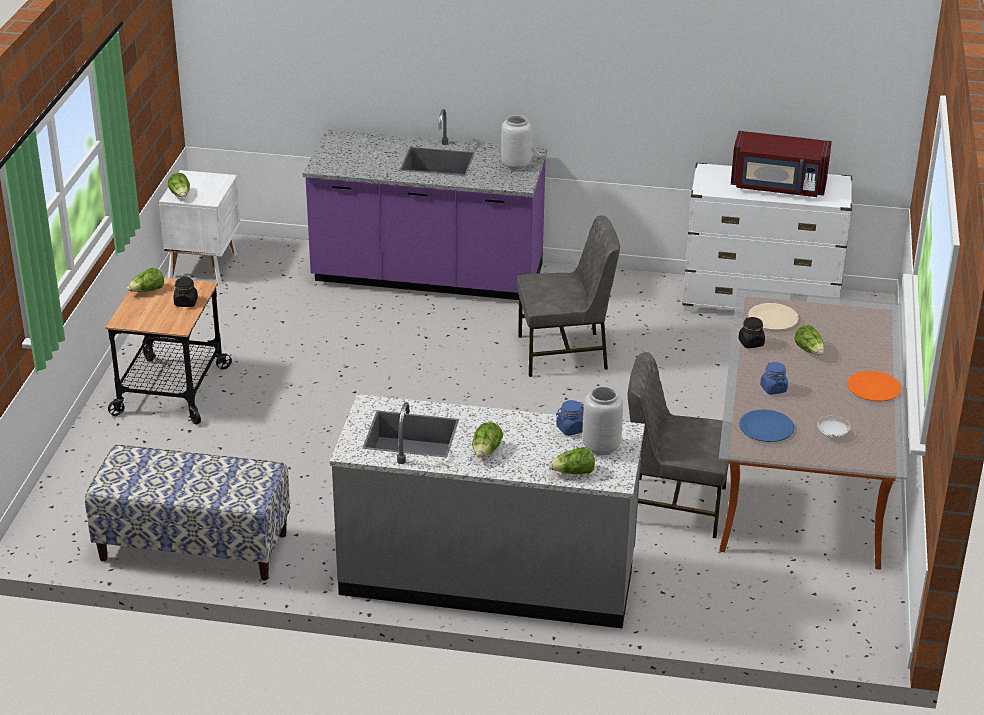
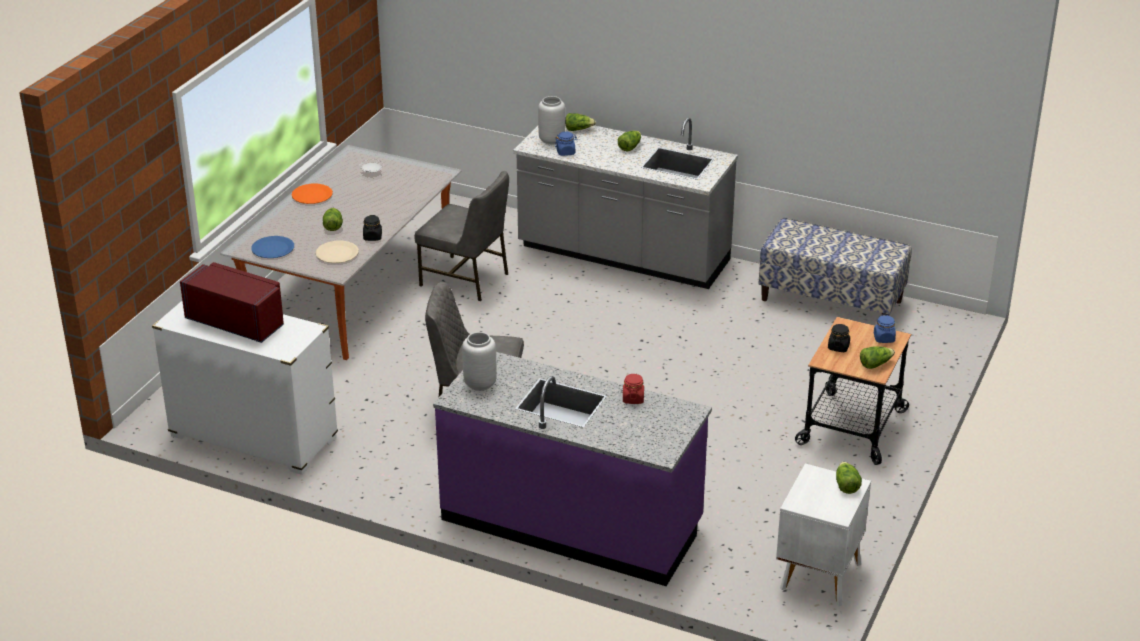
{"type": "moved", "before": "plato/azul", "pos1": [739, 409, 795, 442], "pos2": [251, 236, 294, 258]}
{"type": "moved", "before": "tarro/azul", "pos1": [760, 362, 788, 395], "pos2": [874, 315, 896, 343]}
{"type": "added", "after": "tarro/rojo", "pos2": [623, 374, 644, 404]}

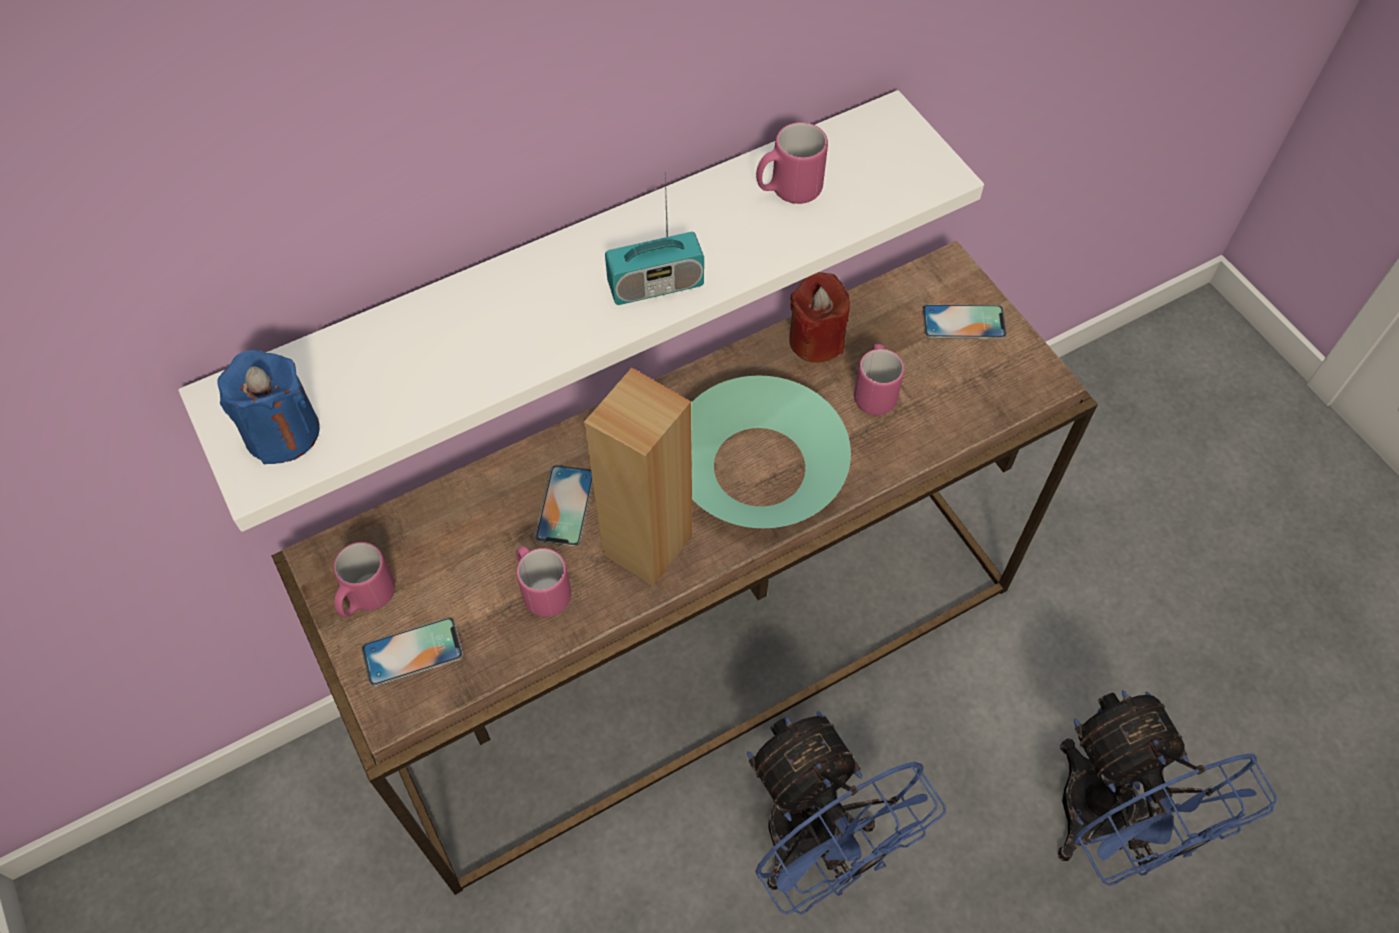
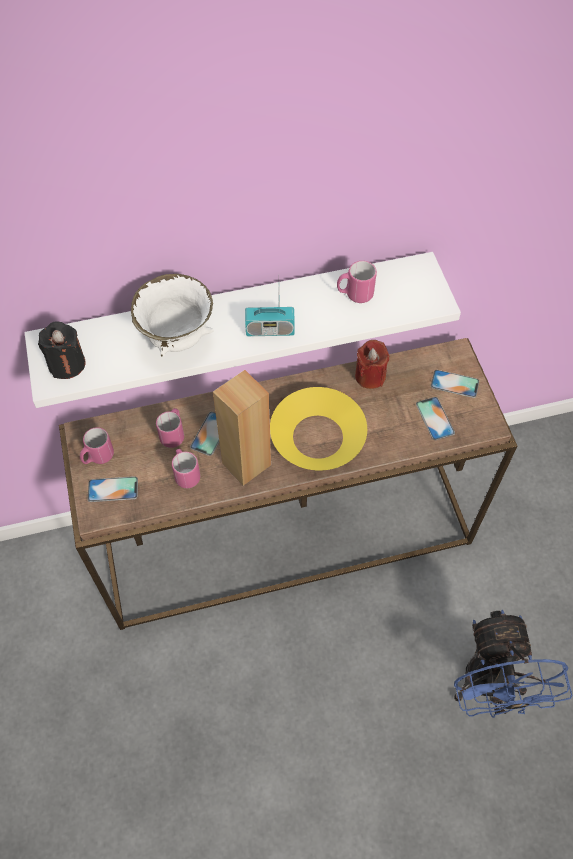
{"type": "recoloured", "before": "vela/azul", "after": "vela/negro", "pos1": [217, 350, 320, 465], "pos2": [38, 322, 86, 379]}
{"type": "recoloured", "before": "cuenco/turquesa", "after": "cuenco/amarillo", "pos1": [691, 376, 851, 528], "pos2": [270, 387, 367, 471]}
{"type": "removed", "before": "ventilador/azul", "pos1": [747, 711, 946, 915]}
{"type": "moved", "before": "taza grande/rosa", "pos1": [854, 344, 905, 415], "pos2": [156, 408, 184, 448]}
{"type": "added", "after": "cuenco/blanco", "pos2": [131, 274, 214, 357]}
{"type": "added", "after": "móvil", "pos2": [416, 397, 455, 440]}

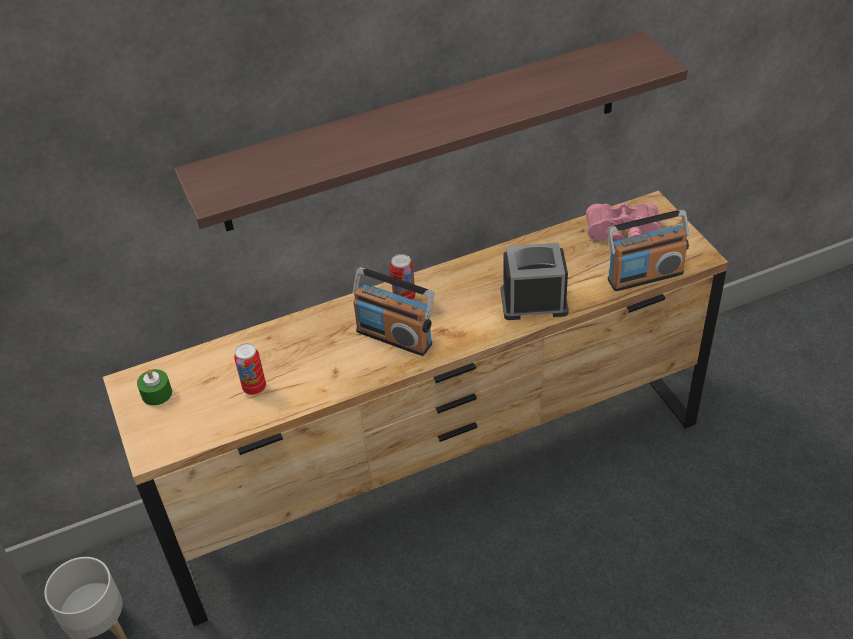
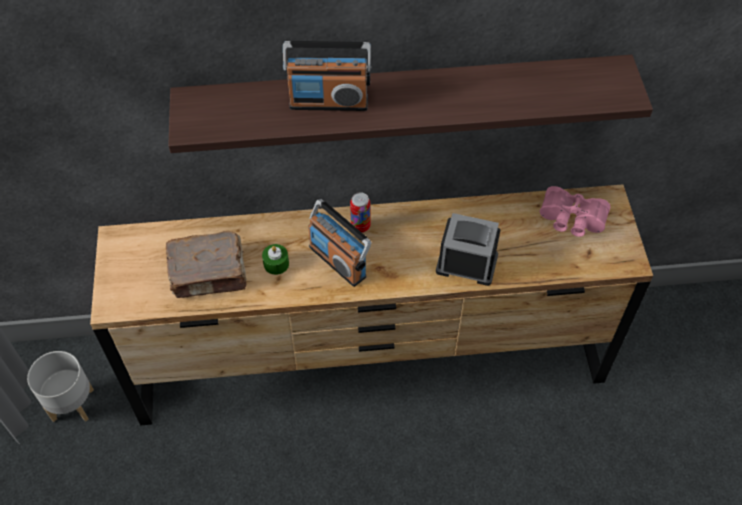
{"type": "moved", "before": "vela/verde", "pos1": [137, 369, 172, 406], "pos2": [262, 244, 289, 275]}
{"type": "replaced", "before": "lata", "after": "libro/marrón", "pos1": [234, 343, 266, 395], "pos2": [166, 231, 247, 298]}
{"type": "moved", "before": "radio", "pos1": [607, 209, 689, 291], "pos2": [283, 41, 371, 111]}

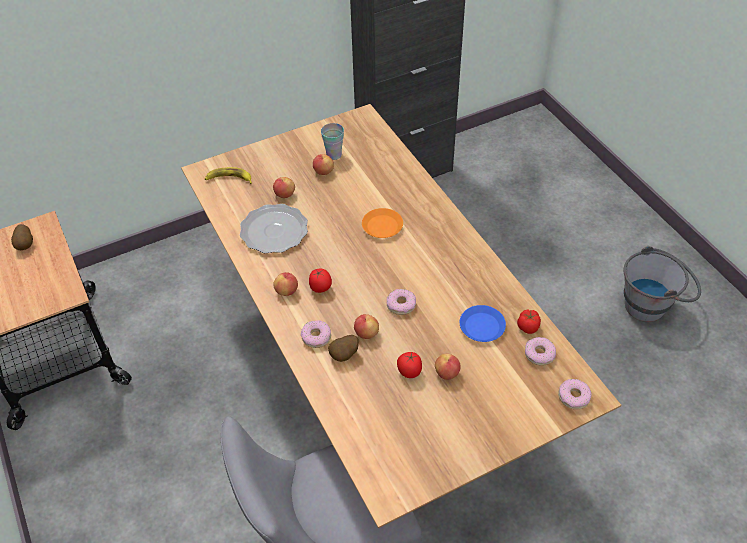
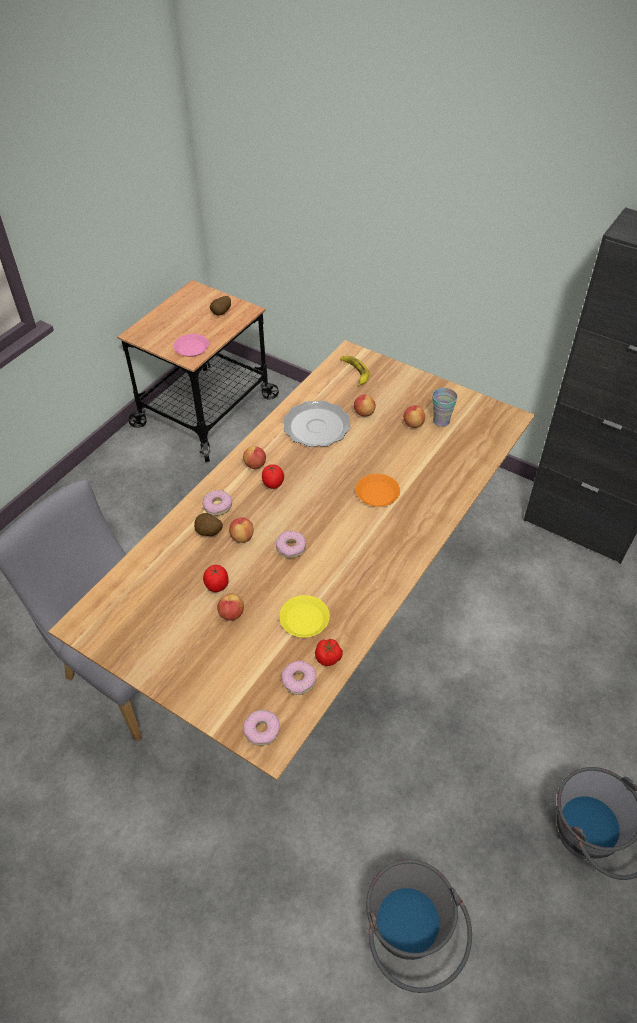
{"type": "recoloured", "before": "plato/azul", "after": "plato/amarillo", "pos1": [460, 305, 506, 342], "pos2": [279, 595, 330, 638]}
{"type": "added", "after": "plato/rosa", "pos2": [174, 334, 209, 357]}
{"type": "added", "after": "cubo/gris", "pos2": [366, 859, 472, 993]}

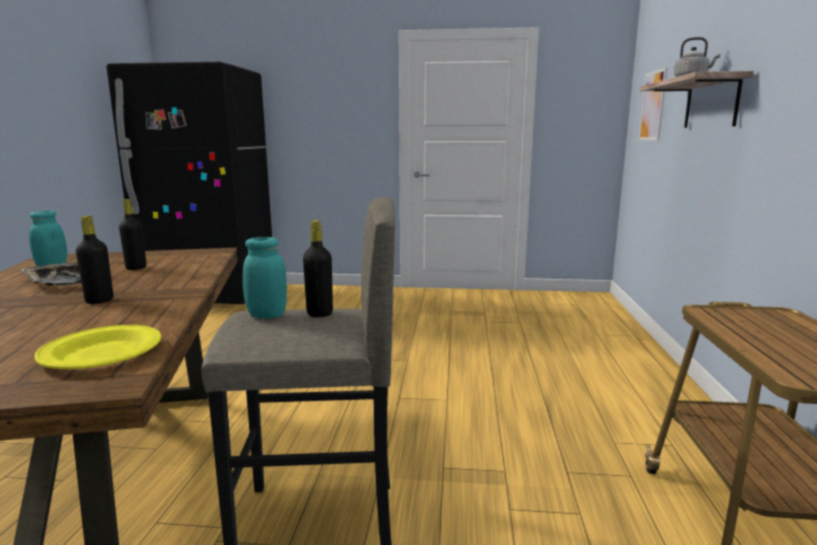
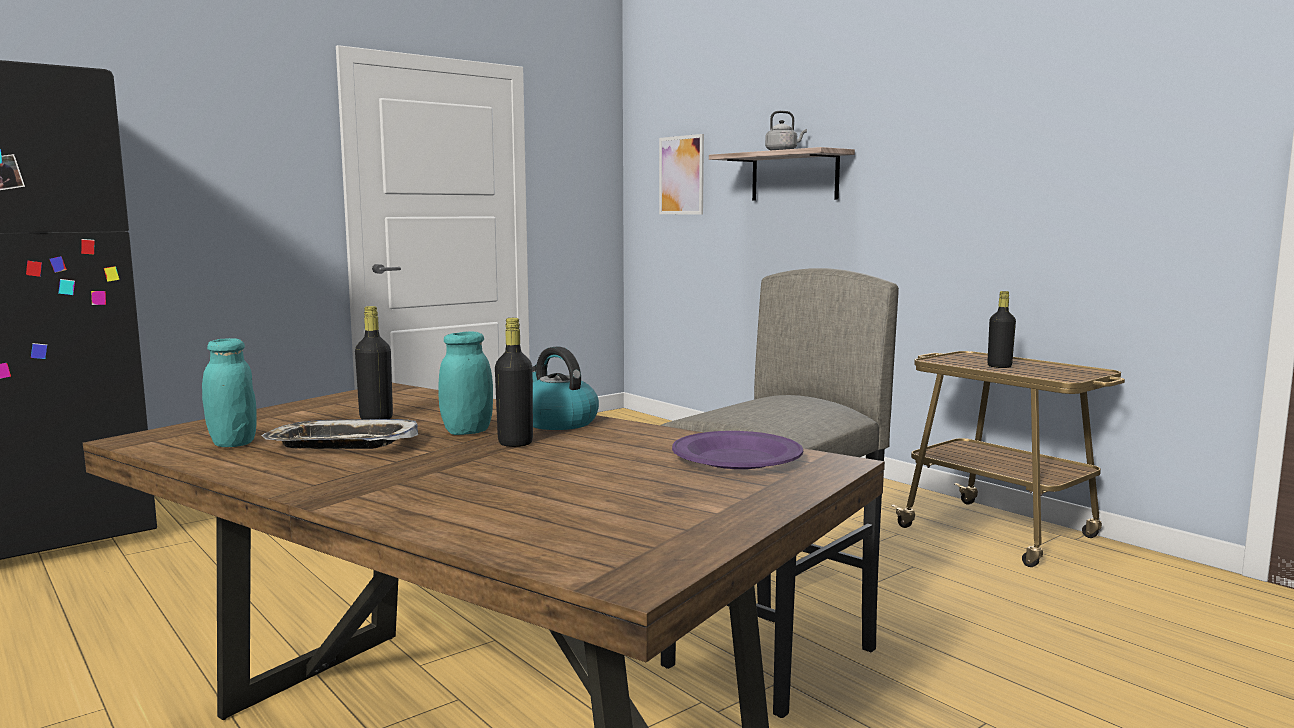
{"type": "recoloured", "before": "plato/amarillo", "after": "plato/morado", "pos1": [34, 325, 161, 369], "pos2": [672, 431, 803, 469]}
{"type": "moved", "before": "tarro/turquesa", "pos1": [243, 237, 287, 319], "pos2": [439, 332, 493, 435]}
{"type": "moved", "before": "botella/negro", "pos1": [303, 220, 333, 317], "pos2": [987, 291, 1016, 368]}
{"type": "added", "after": "hervidor", "pos2": [533, 347, 599, 430]}

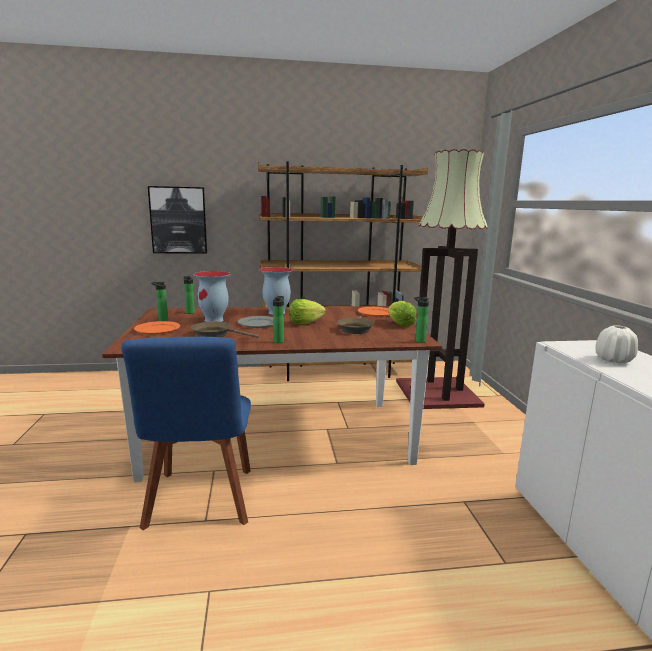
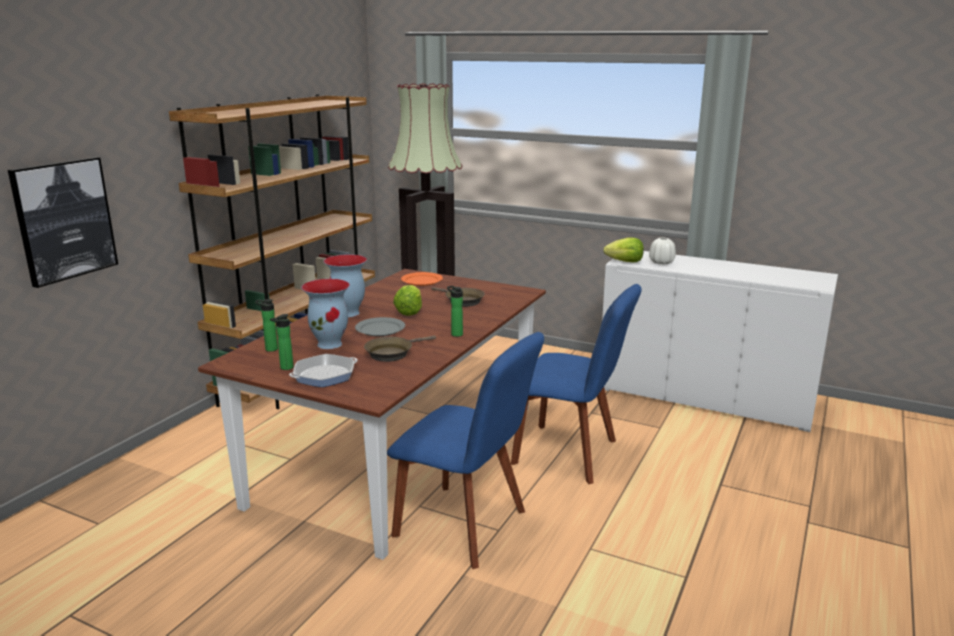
{"type": "replaced", "before": "plato/naranja", "after": "sartén", "pos1": [134, 321, 180, 335], "pos2": [289, 354, 358, 387]}
{"type": "moved", "before": "lechuga", "pos1": [388, 301, 416, 327], "pos2": [603, 237, 644, 262]}
{"type": "removed", "before": "botella", "pos1": [414, 297, 429, 343]}
{"type": "added", "after": "silla/azul", "pos2": [511, 284, 642, 484]}

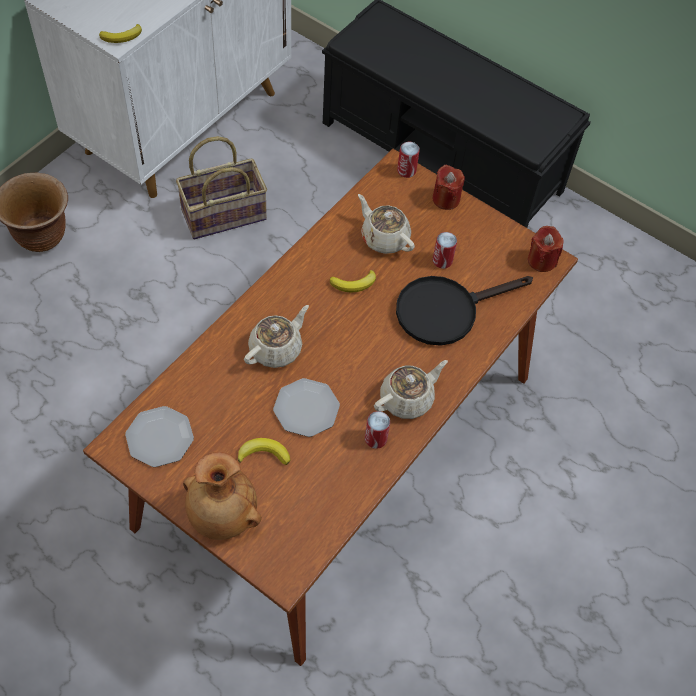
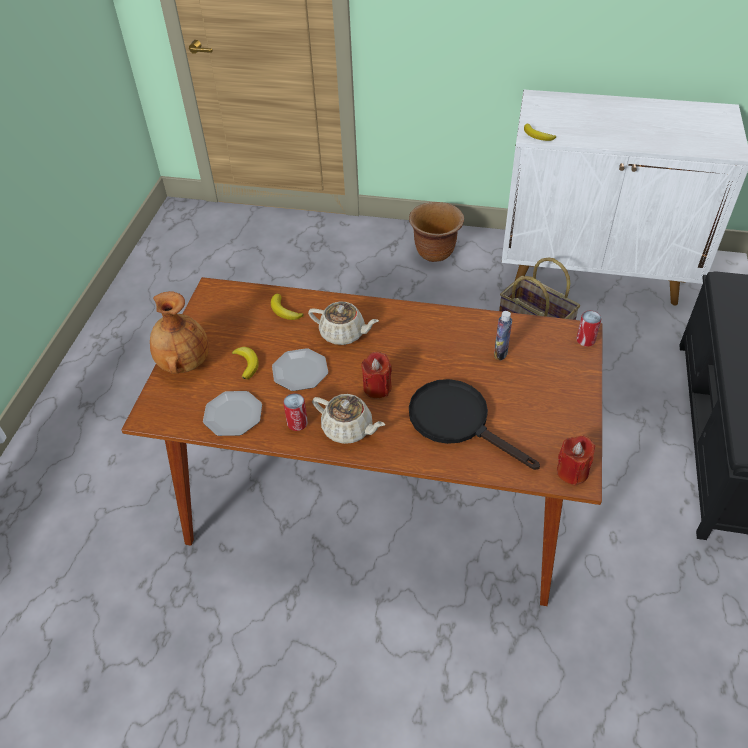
{"type": "moved", "before": "plato", "pos1": [125, 406, 194, 467], "pos2": [203, 391, 262, 436]}
{"type": "moved", "before": "plátano", "pos1": [330, 270, 376, 292], "pos2": [271, 294, 304, 320]}
{"type": "replaced", "before": "tetera/beis", "after": "botella", "pos1": [358, 194, 415, 254], "pos2": [494, 311, 512, 360]}
{"type": "moved", "before": "vela/rojo", "pos1": [433, 164, 465, 210], "pos2": [361, 352, 392, 398]}
{"type": "removed", "before": "lata", "pos1": [433, 232, 457, 269]}

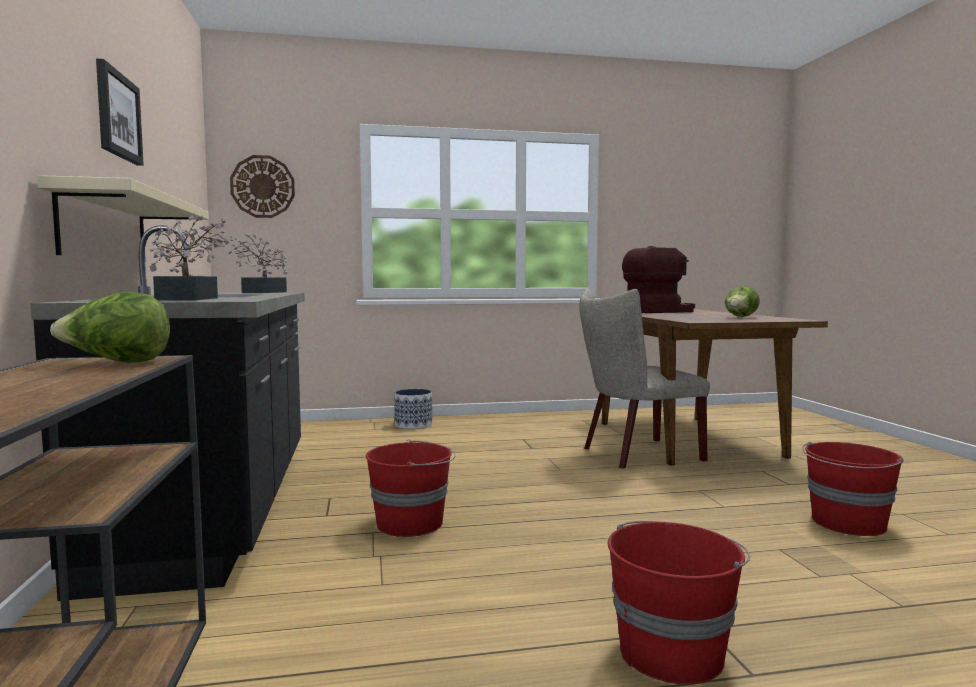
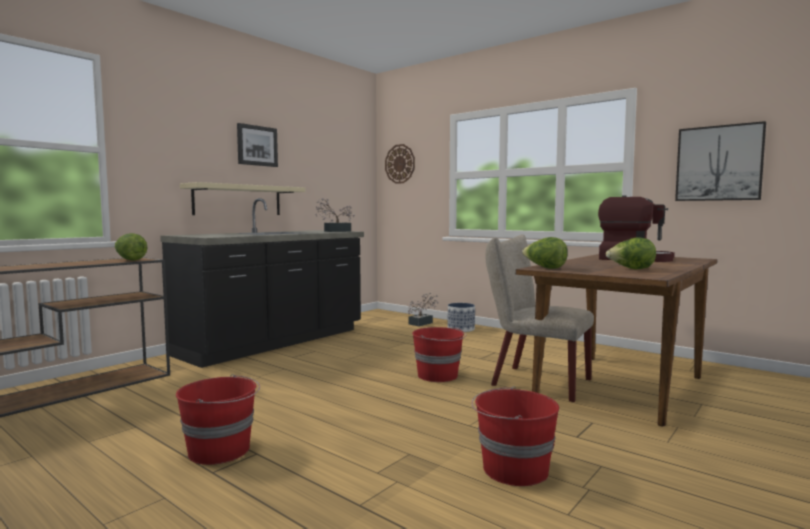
{"type": "moved", "before": "planta en maceta", "pos1": [150, 215, 229, 300], "pos2": [408, 293, 438, 326]}
{"type": "moved", "before": "cubo/rojo", "pos1": [366, 440, 456, 537], "pos2": [412, 327, 466, 382]}
{"type": "added", "after": "lechuga", "pos2": [522, 237, 568, 269]}
{"type": "added", "after": "cuadro", "pos2": [675, 121, 766, 201]}

